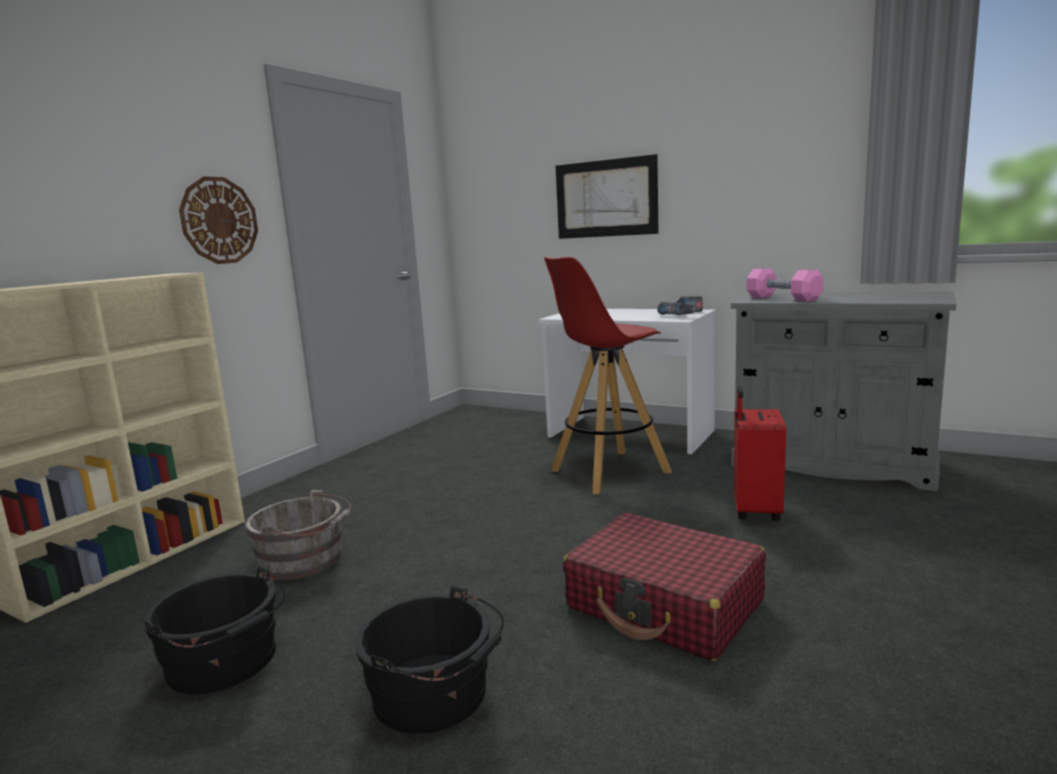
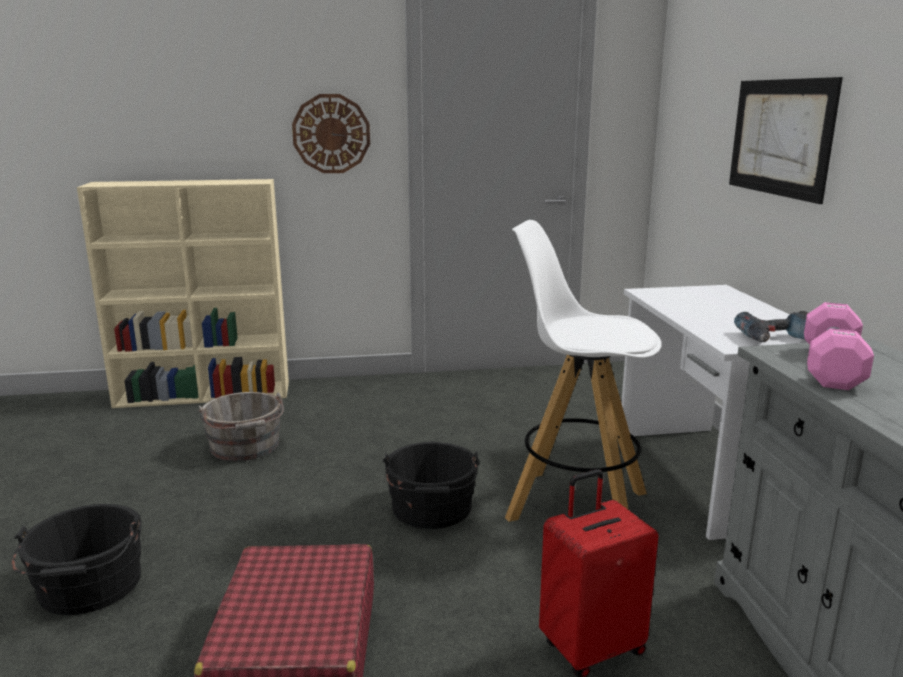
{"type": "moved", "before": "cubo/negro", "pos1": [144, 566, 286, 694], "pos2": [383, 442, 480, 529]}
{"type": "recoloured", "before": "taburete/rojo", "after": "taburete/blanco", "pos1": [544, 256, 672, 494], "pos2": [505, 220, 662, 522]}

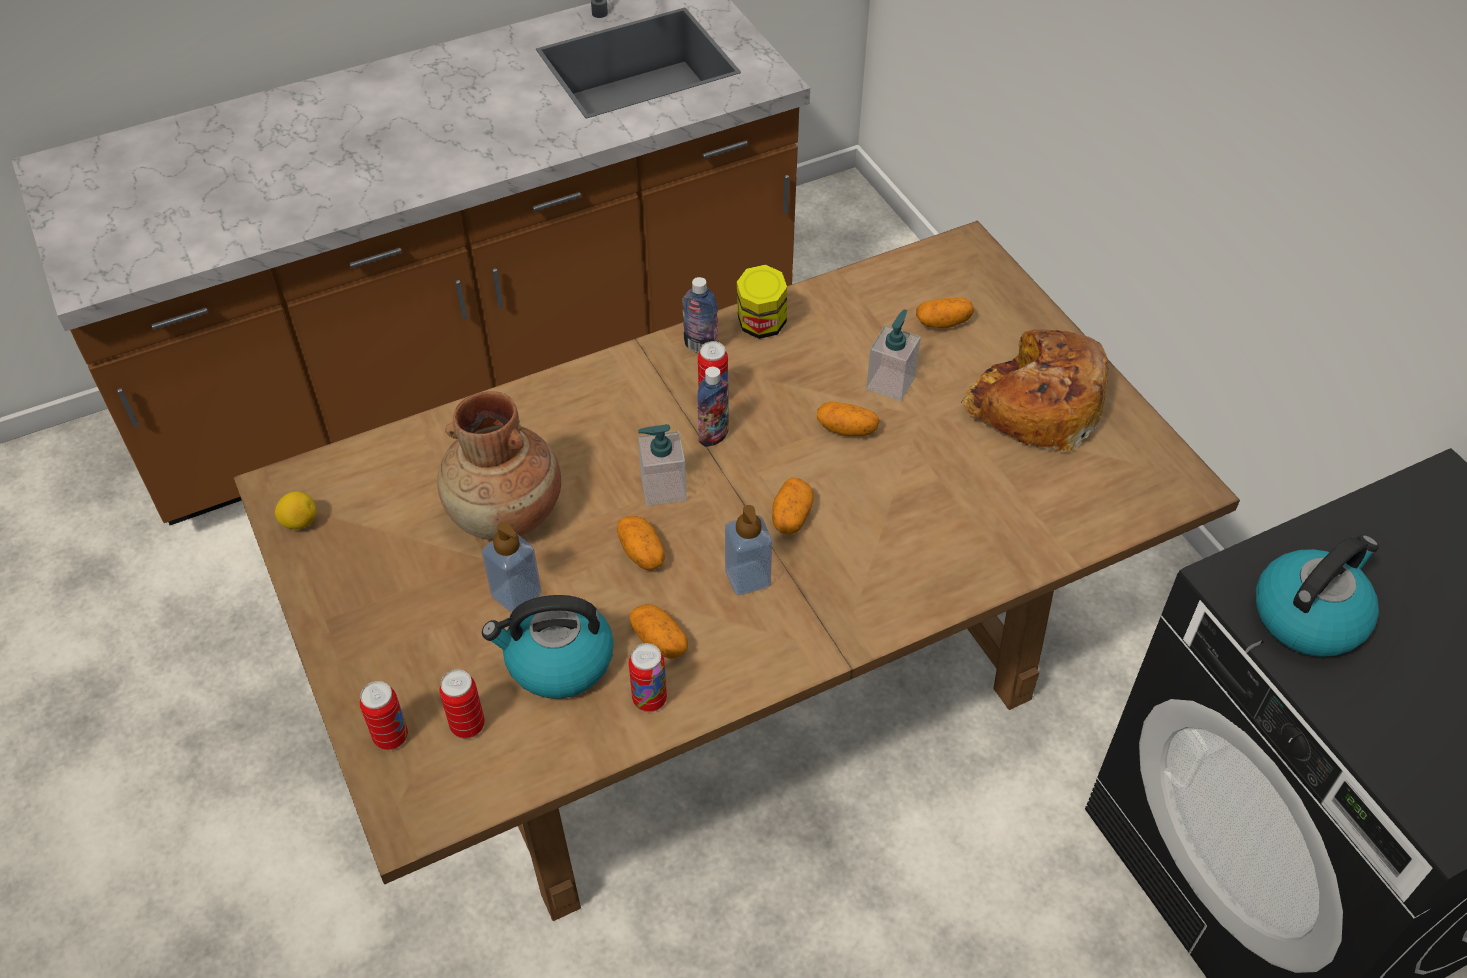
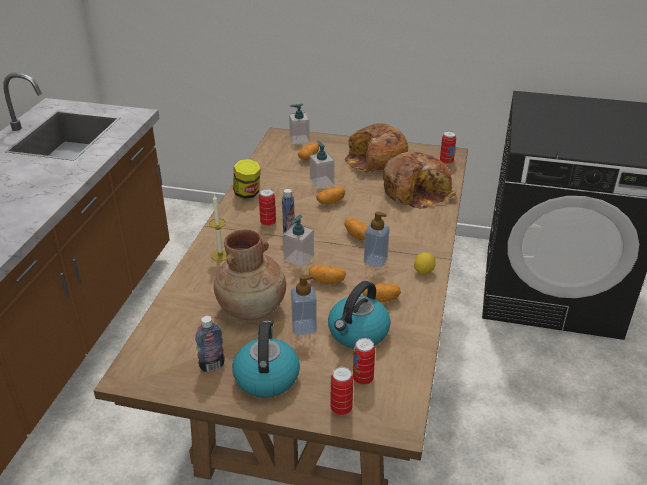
{"type": "moved", "before": "limón", "pos1": [275, 491, 317, 529], "pos2": [414, 252, 436, 275]}
{"type": "moved", "before": "lata", "pos1": [629, 643, 667, 712], "pos2": [440, 131, 456, 165]}
{"type": "moved", "before": "botella", "pos1": [682, 277, 718, 353], "pos2": [195, 316, 225, 372]}
{"type": "moved", "before": "hervidor", "pos1": [1256, 535, 1379, 657], "pos2": [232, 321, 300, 398]}
{"type": "added", "after": "vela", "pos2": [209, 194, 227, 261]}
{"type": "added", "after": "dispensador de jabón", "pos2": [289, 104, 310, 144]}
{"type": "added", "after": "pan", "pos2": [383, 152, 456, 209]}

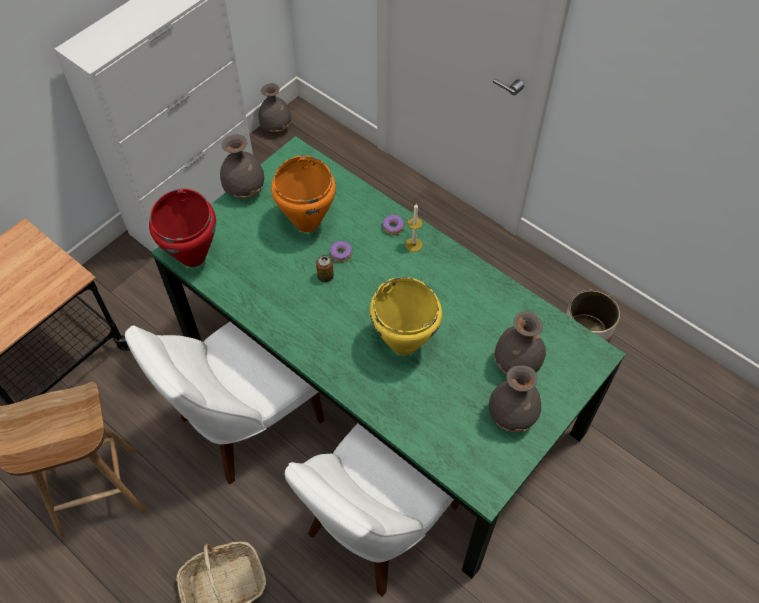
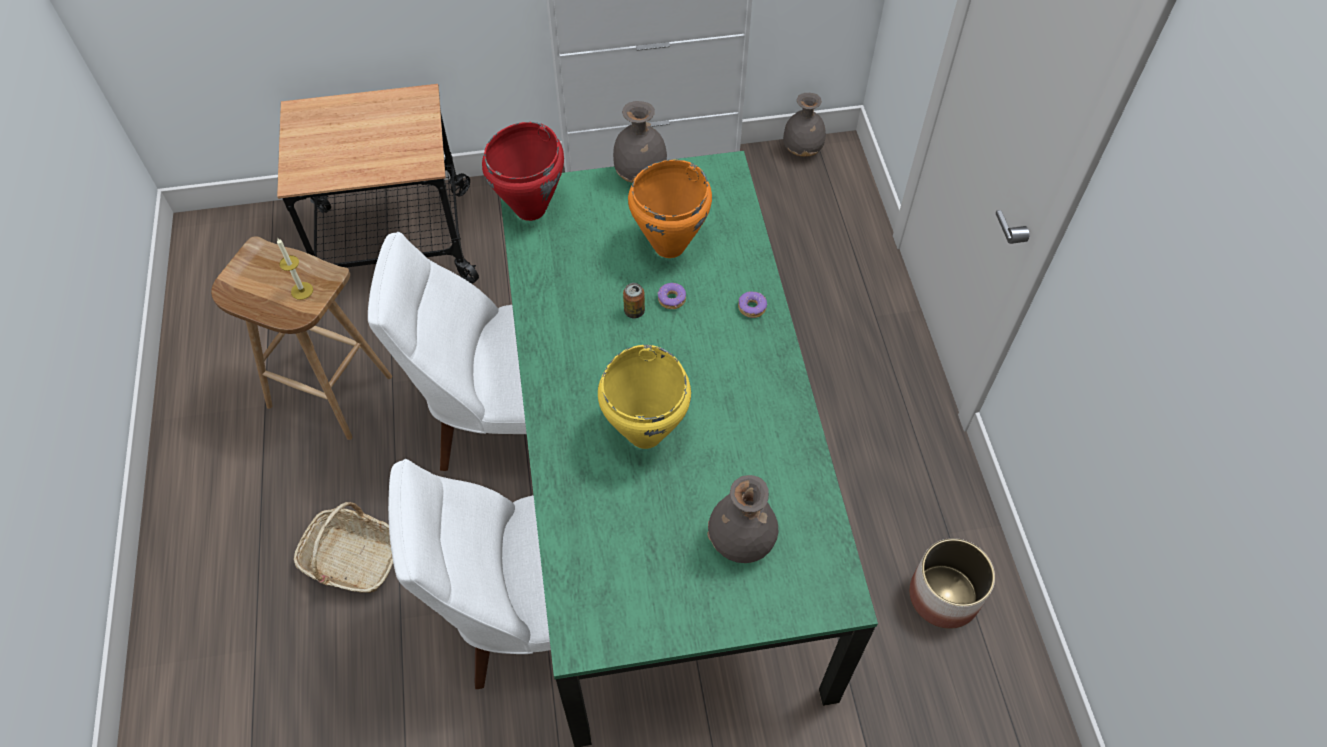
{"type": "moved", "before": "vela", "pos1": [405, 204, 423, 252], "pos2": [277, 238, 313, 300]}
{"type": "removed", "before": "florero/gris", "pos1": [489, 365, 541, 432]}

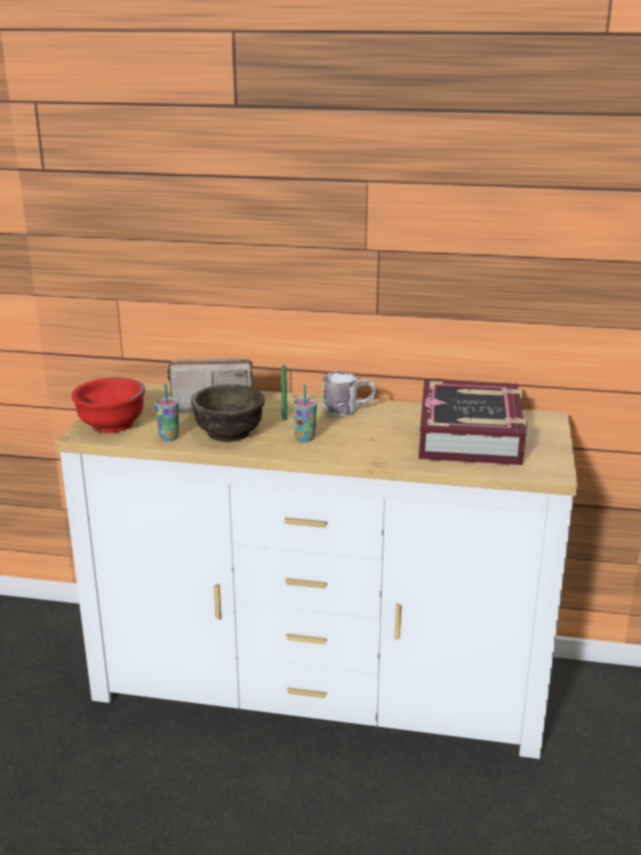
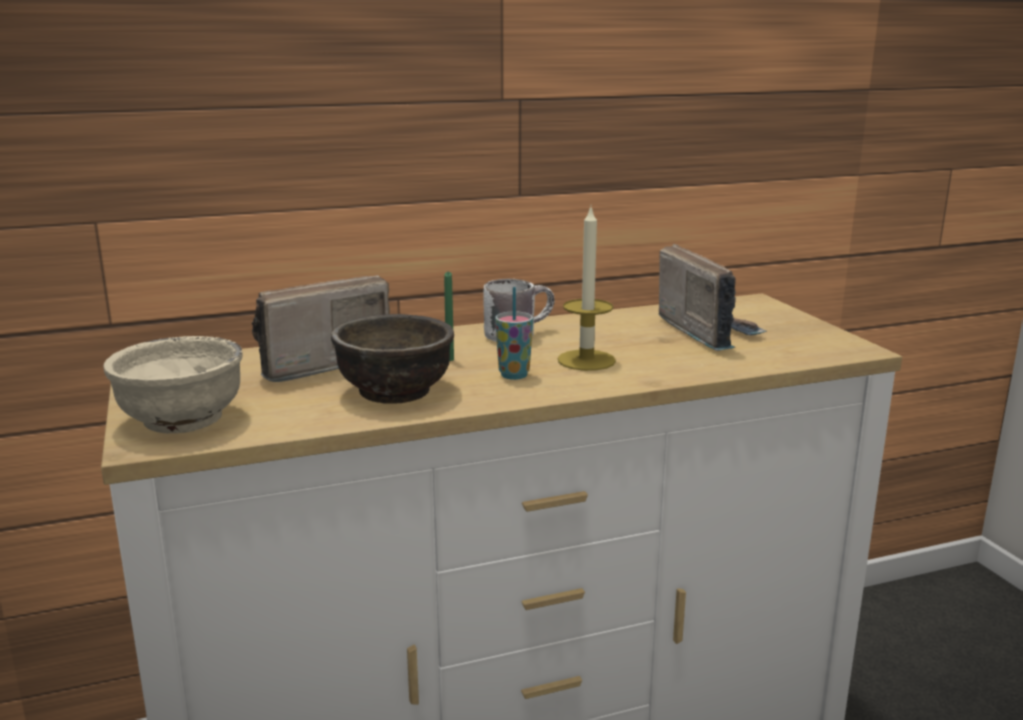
{"type": "recoloured", "before": "cuenco/rojo", "after": "cuenco/beis", "pos1": [72, 378, 145, 433], "pos2": [104, 336, 243, 433]}
{"type": "removed", "before": "taza", "pos1": [155, 383, 179, 441]}
{"type": "replaced", "before": "libro", "after": "radio", "pos1": [419, 379, 528, 465], "pos2": [659, 244, 767, 351]}
{"type": "added", "after": "vela", "pos2": [558, 208, 616, 371]}

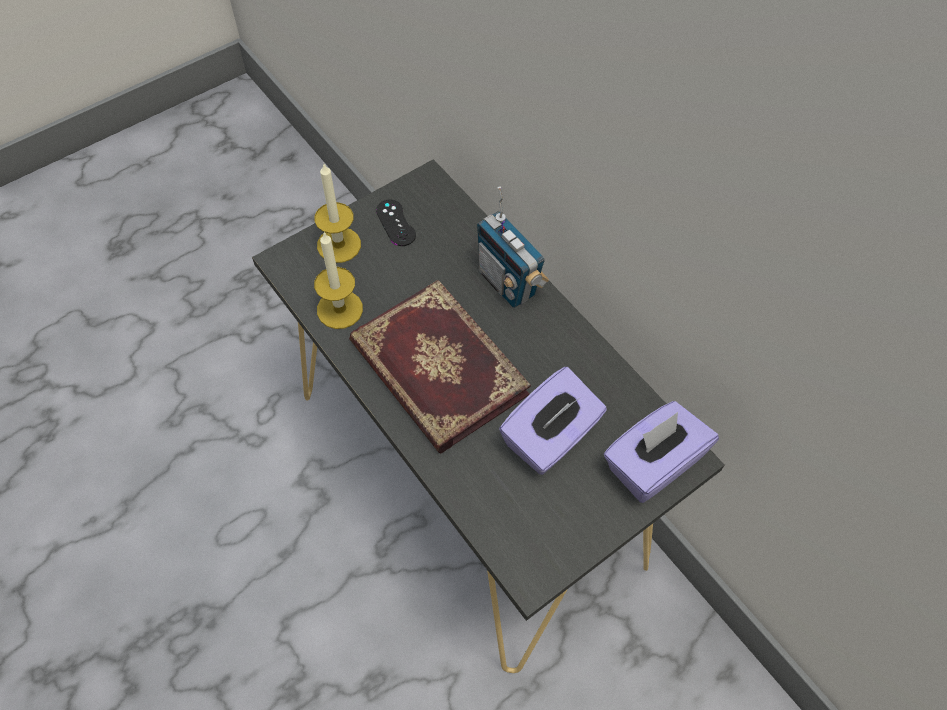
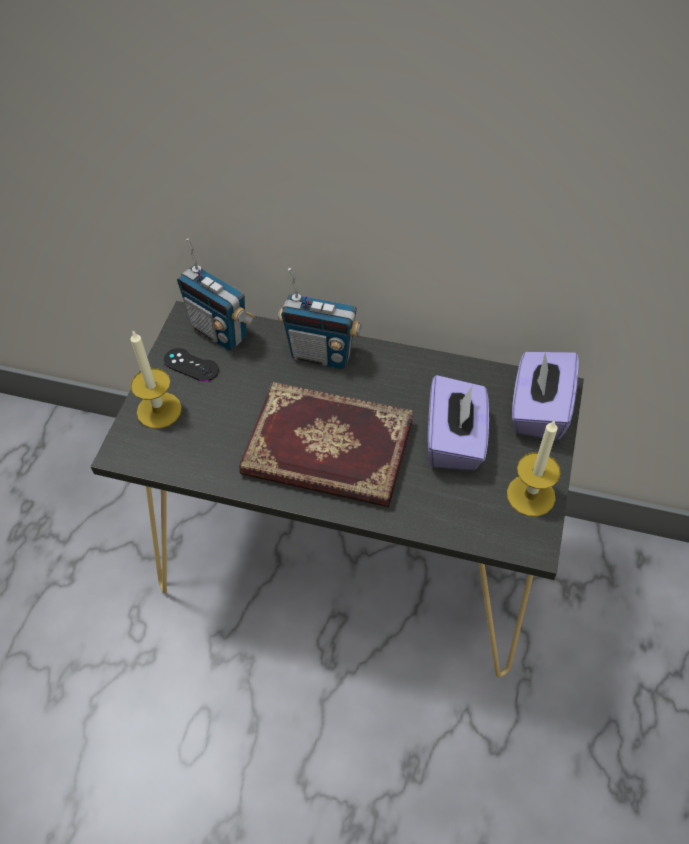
{"type": "moved", "before": "vela", "pos1": [314, 232, 363, 329], "pos2": [507, 419, 561, 517]}
{"type": "added", "after": "radio", "pos2": [177, 238, 255, 351]}

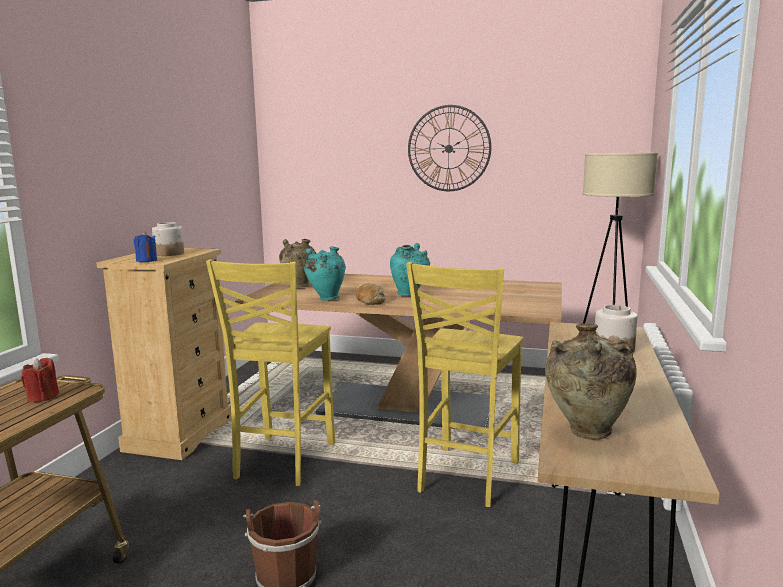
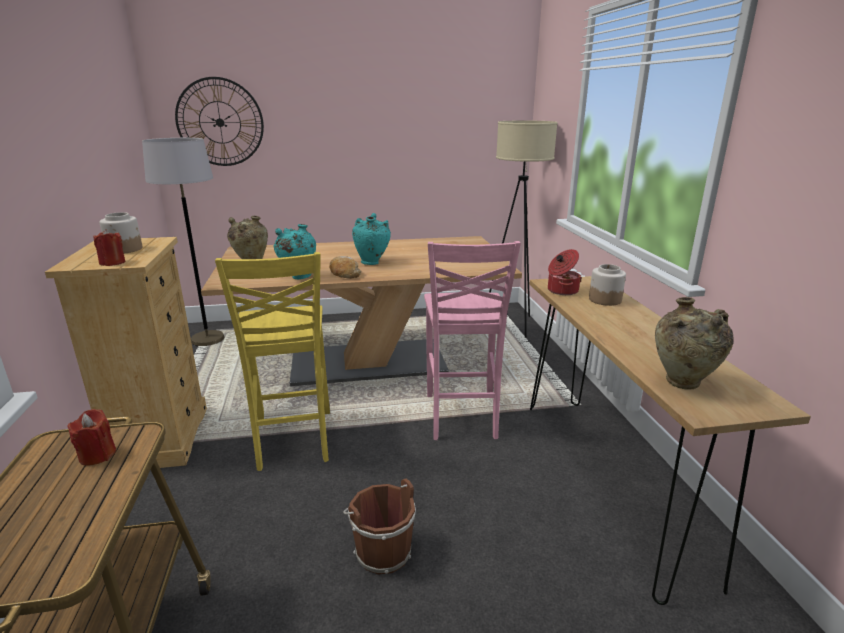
{"type": "recoloured", "before": "vela/azul", "after": "vela/rojo", "pos1": [134, 232, 157, 262], "pos2": [93, 229, 126, 266]}
{"type": "recoloured", "before": "silla/amarillo", "after": "silla/rosa", "pos1": [406, 262, 524, 507], "pos2": [424, 241, 521, 440]}
{"type": "moved", "before": "reloj de pared", "pos1": [408, 105, 491, 191], "pos2": [175, 77, 264, 166]}
{"type": "added", "after": "lámpara de pie/gris", "pos2": [142, 138, 224, 346]}
{"type": "added", "after": "olla", "pos2": [548, 249, 582, 295]}

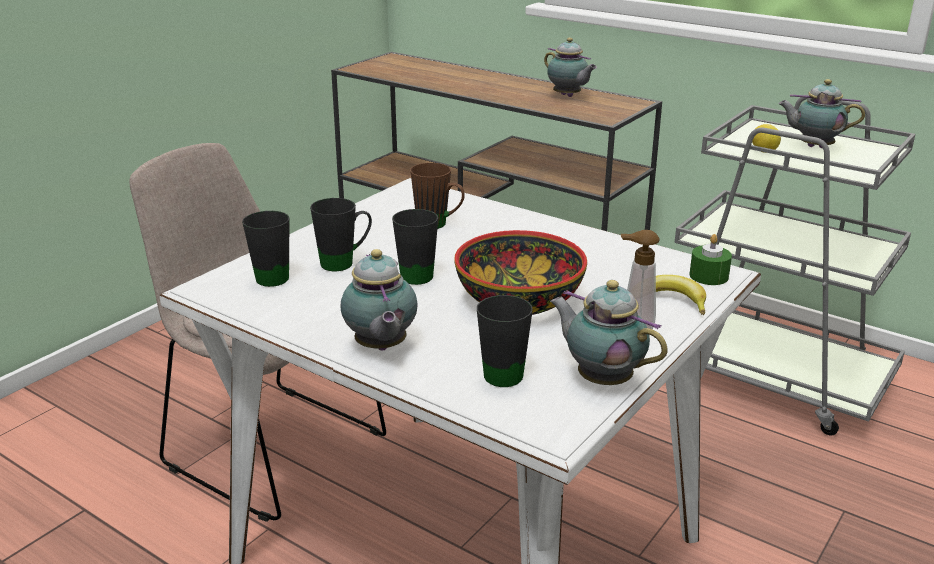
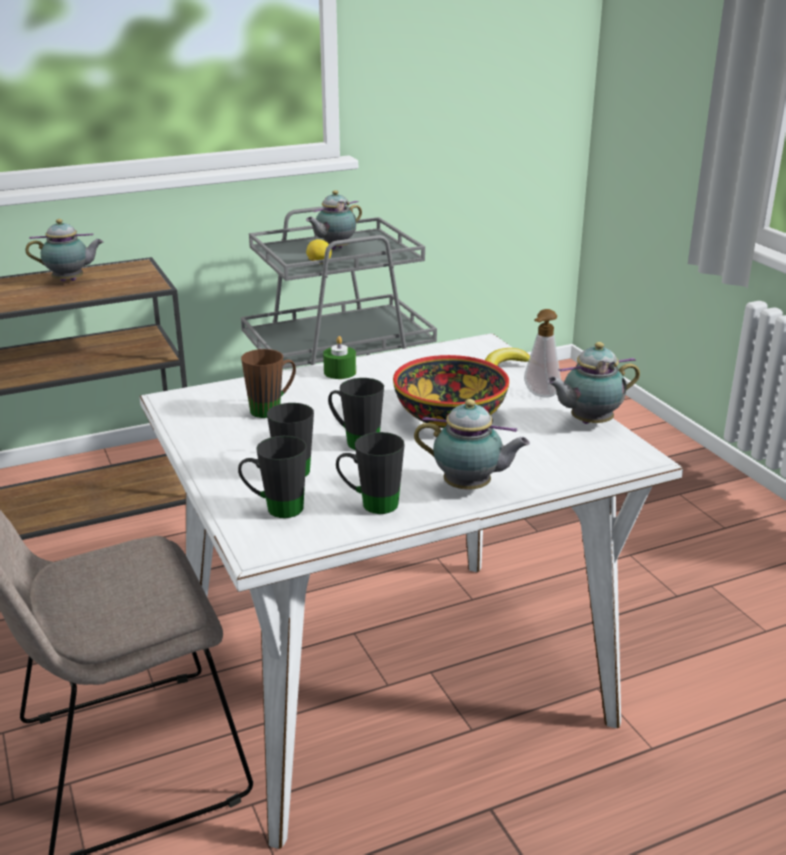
{"type": "moved", "before": "taza grande/negro", "pos1": [477, 295, 533, 387], "pos2": [336, 432, 405, 514]}
{"type": "moved", "before": "vela/verde", "pos1": [689, 234, 732, 285], "pos2": [323, 336, 356, 379]}

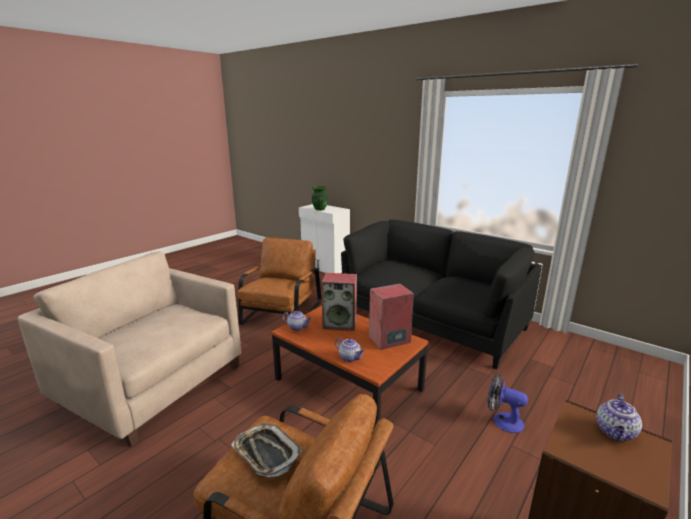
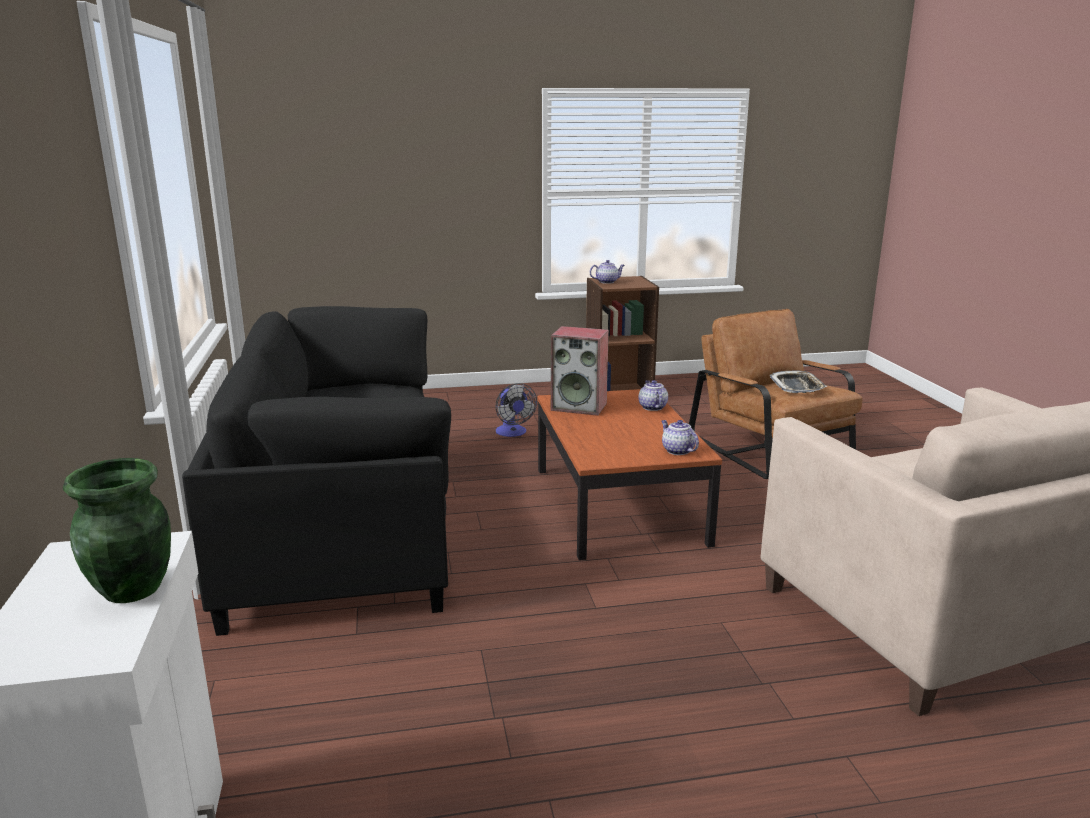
{"type": "removed", "before": "sillón/marrón", "pos1": [238, 237, 321, 325]}
{"type": "removed", "before": "altavoz", "pos1": [322, 273, 357, 331]}

